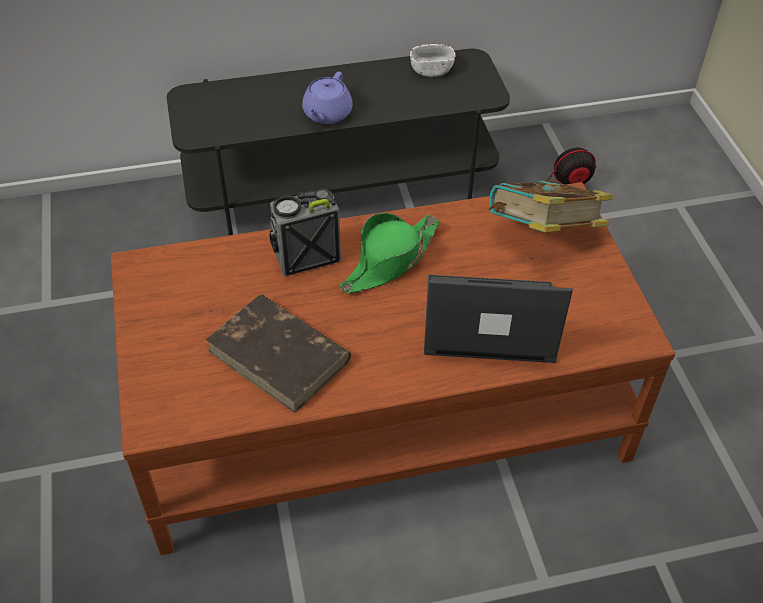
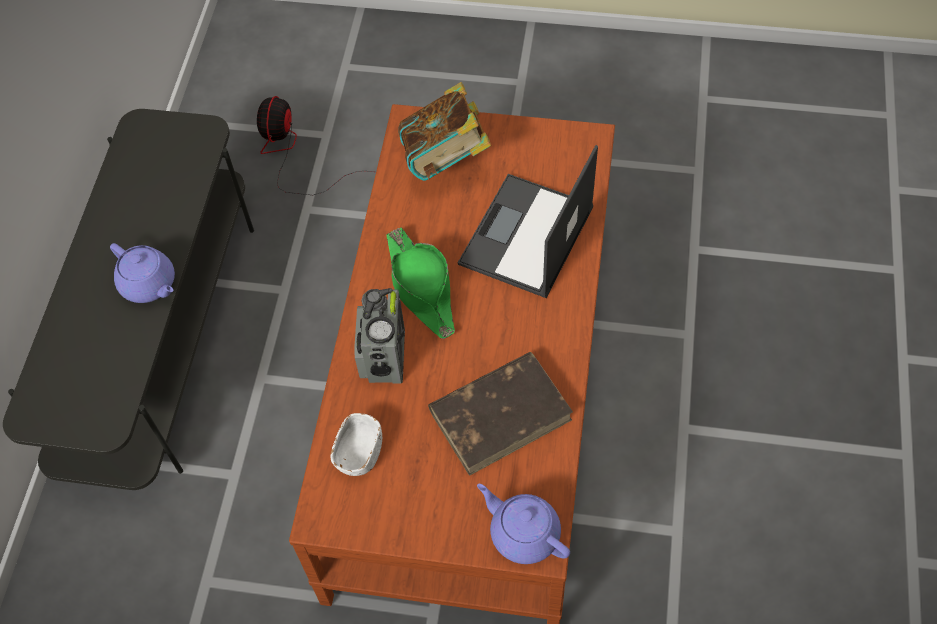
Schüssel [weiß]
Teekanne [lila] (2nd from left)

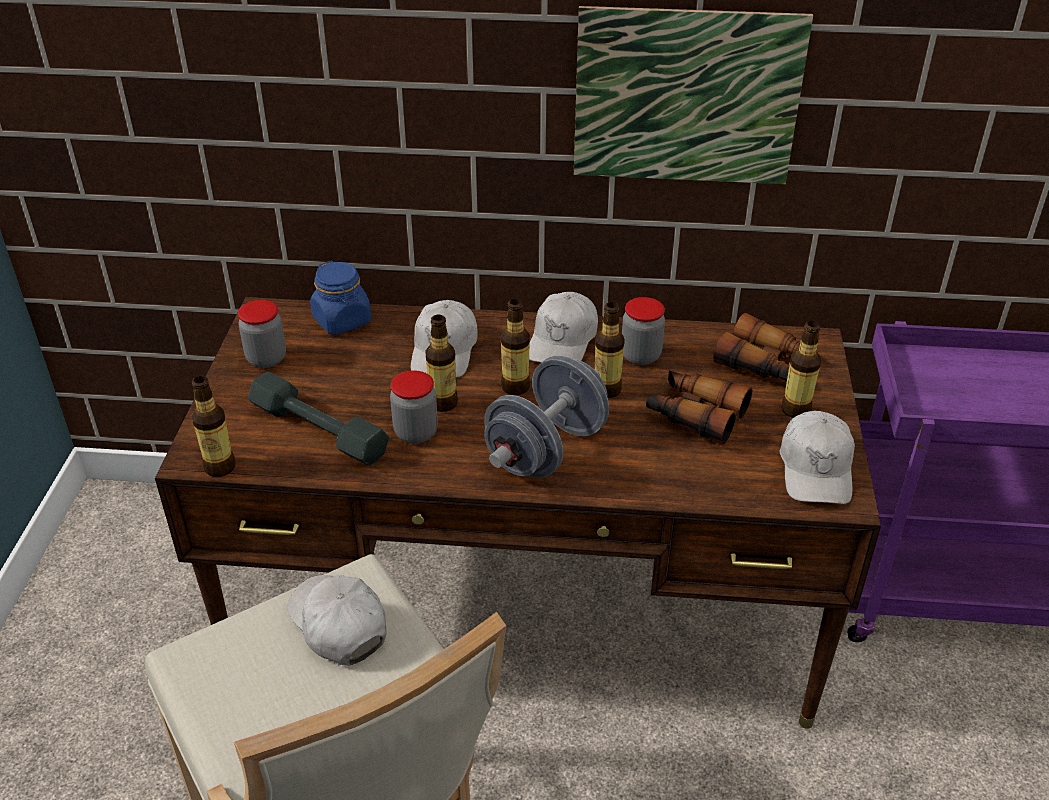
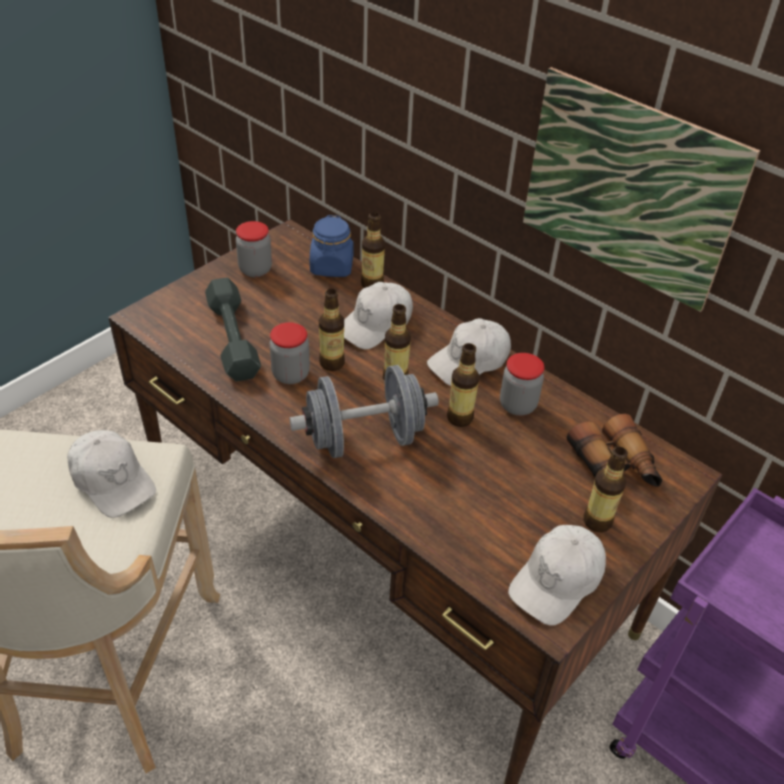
Flasche (2nd from left)
Kappe [weiß] (1st from left)
Fernglas (1st from left in the first image)

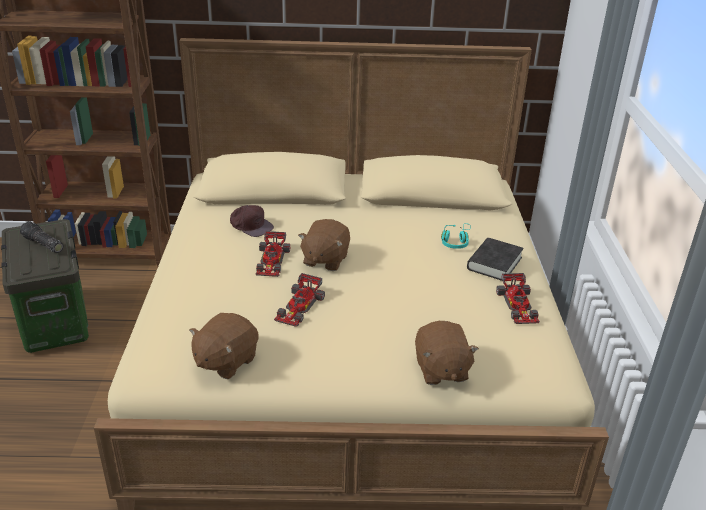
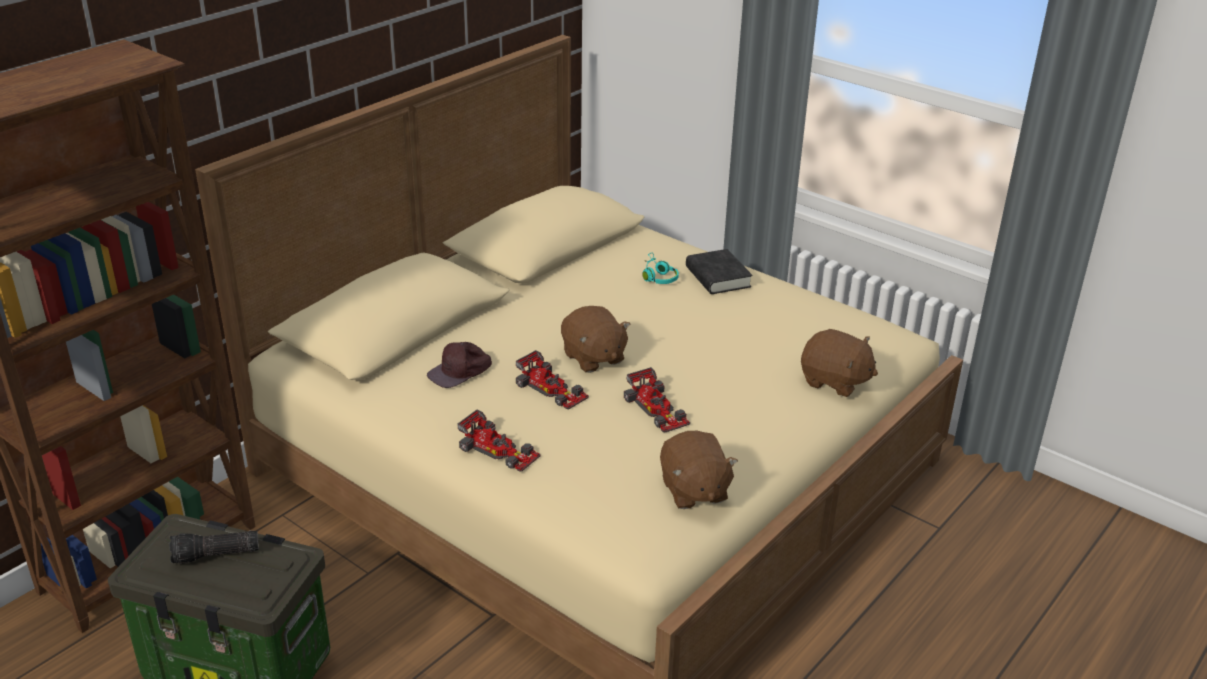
Kappe [braun]
Spielzeugauto (1st from left)

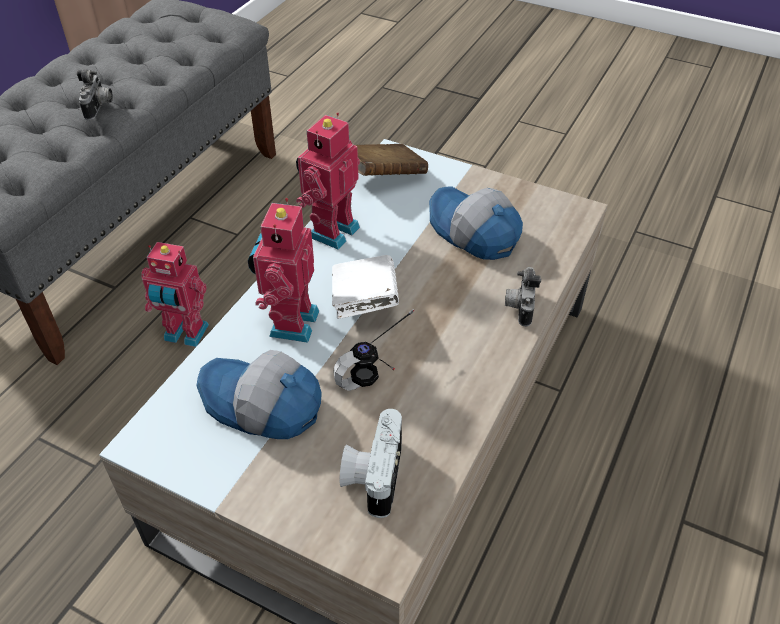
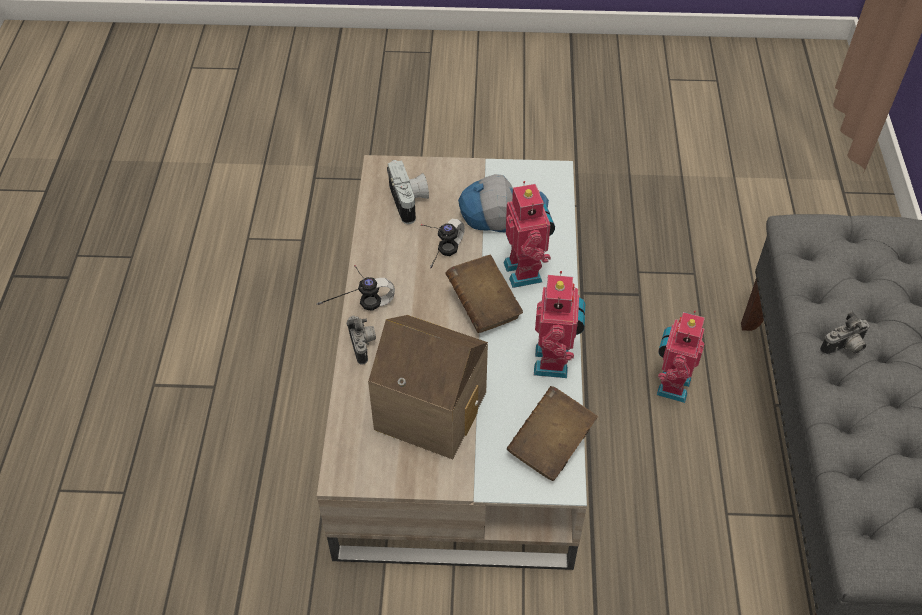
Kamera (3rd from left)
Spielzeugroboter (3rd from left)
Buch [braun] (1st from left)
Spielzeughaus
Kopfhörer (1st from left)

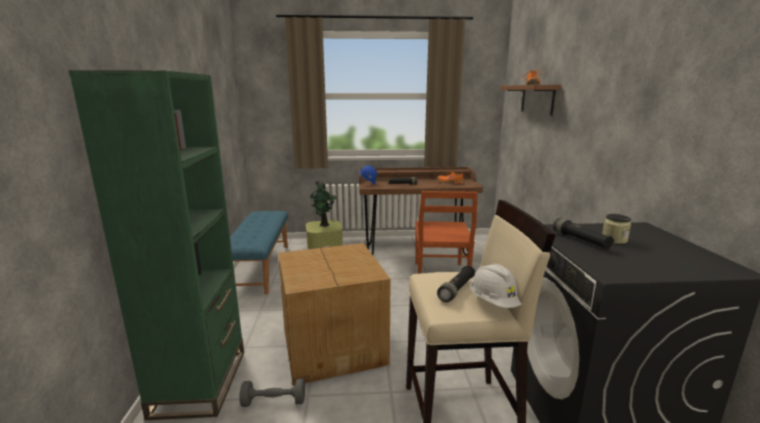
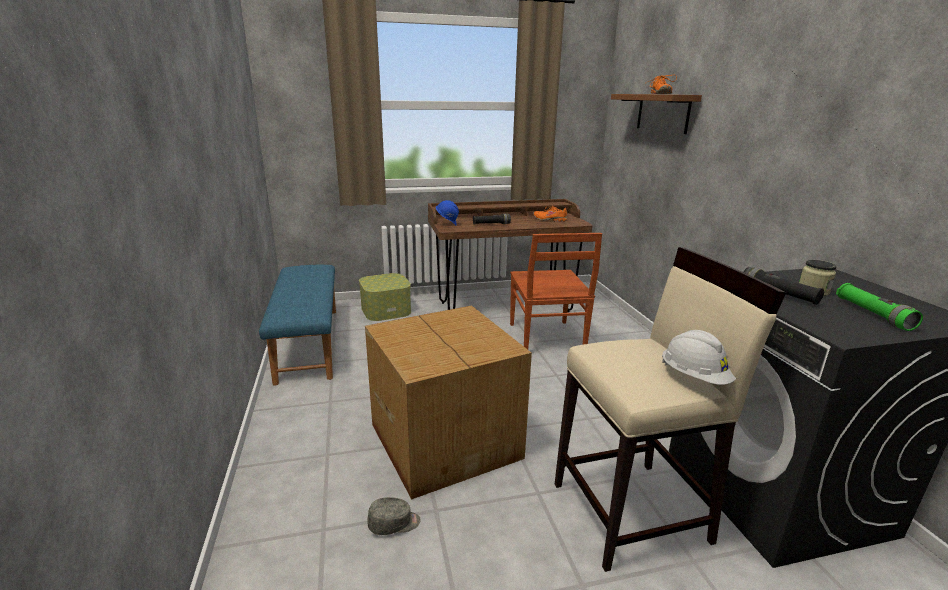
Bücherregal [grün]
Kappe [grau]
Topfpflanze
Taschenlampe [schwarz] (2nd from left in the first image)
Taschenlampe [grün]

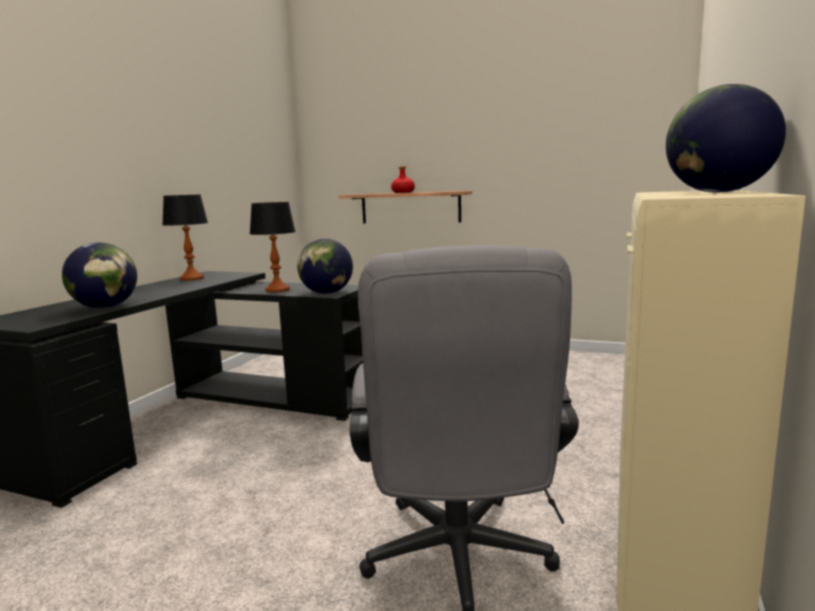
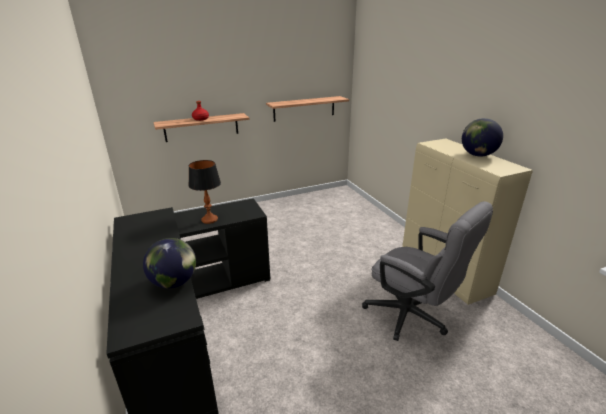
Tischlampe (1st from left in the first image)
Globus (2nd from left in the first image)
Wandregal (2nd from left)

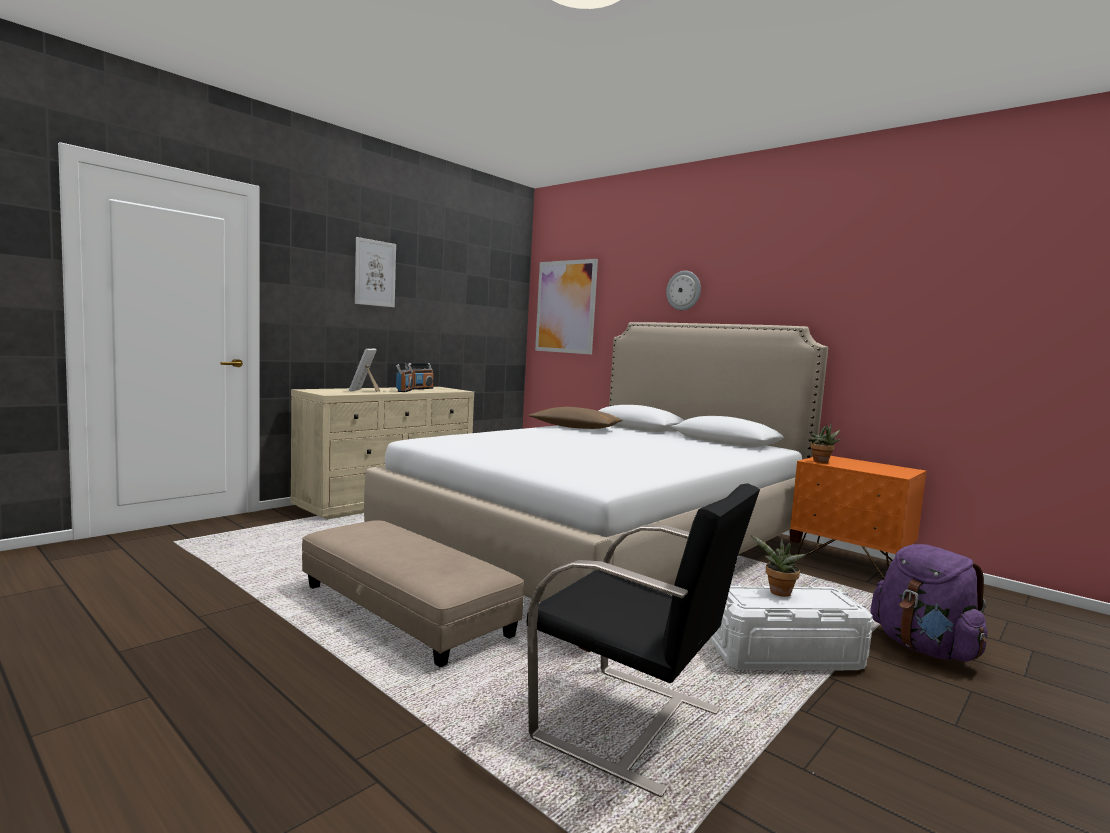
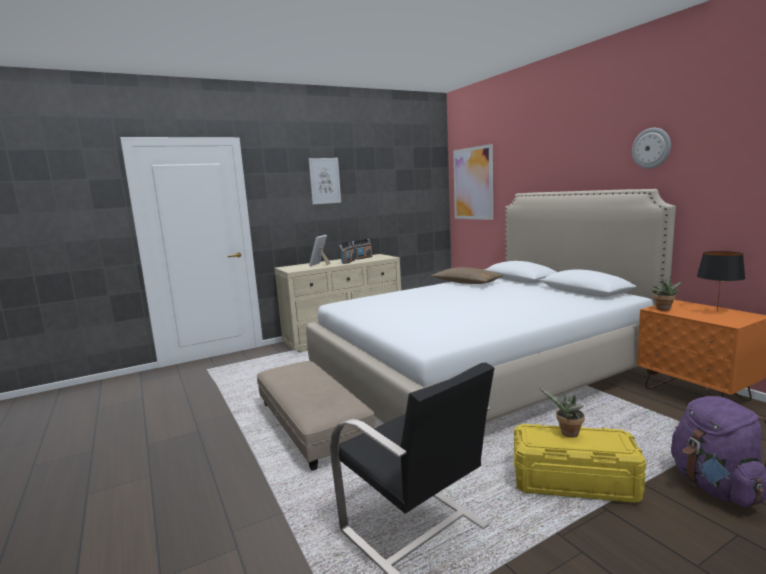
Wanduhr
Aufbewahrungsbox [gelb]
Tischlampe [schwarz]

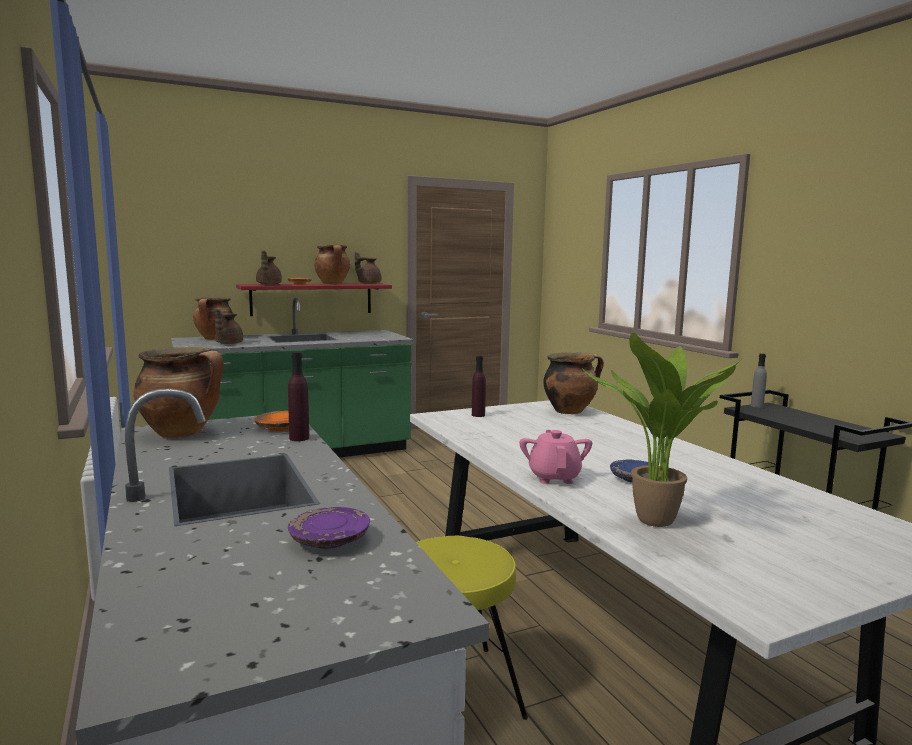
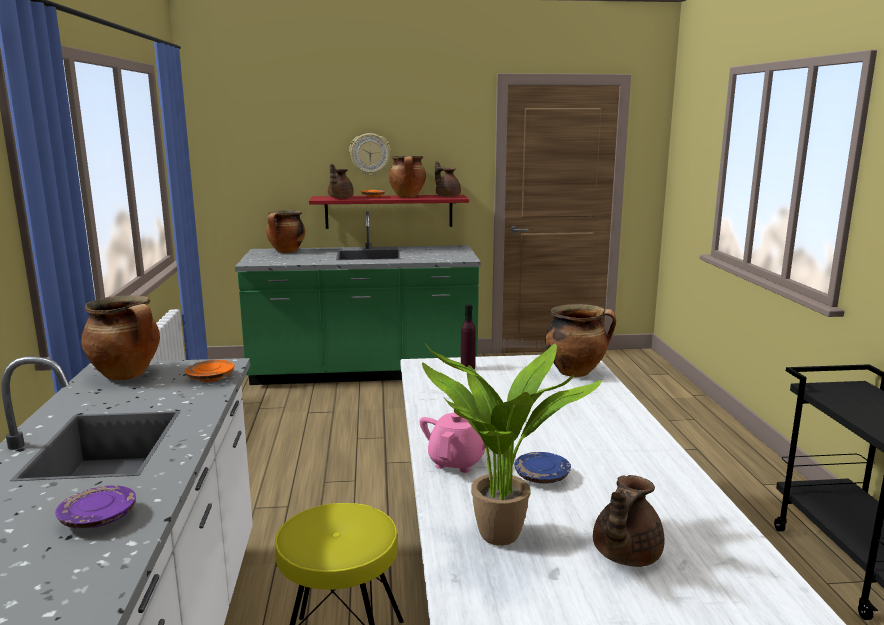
Teekanne [braun] (3rd from left)
Flasche [lila] (1st from left in the first image)
Flasche [grau]
Wanduhr

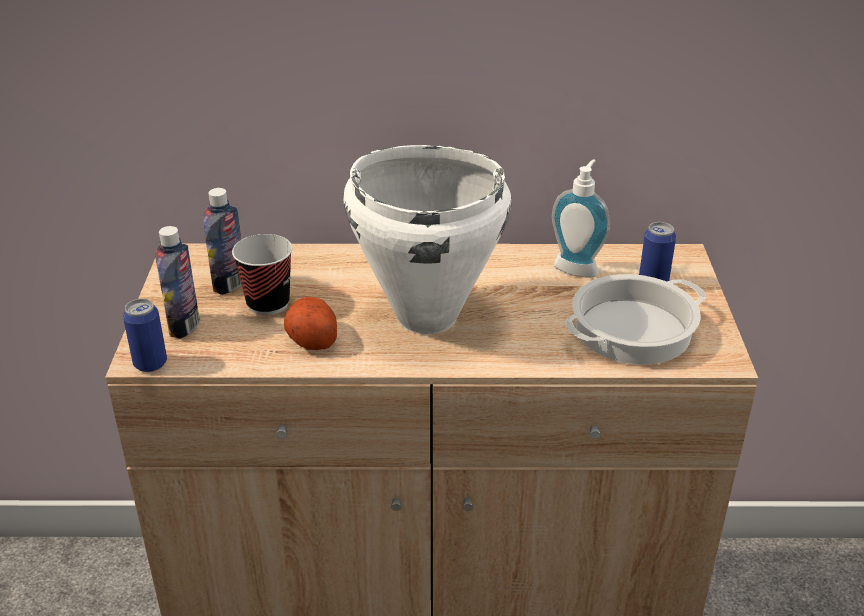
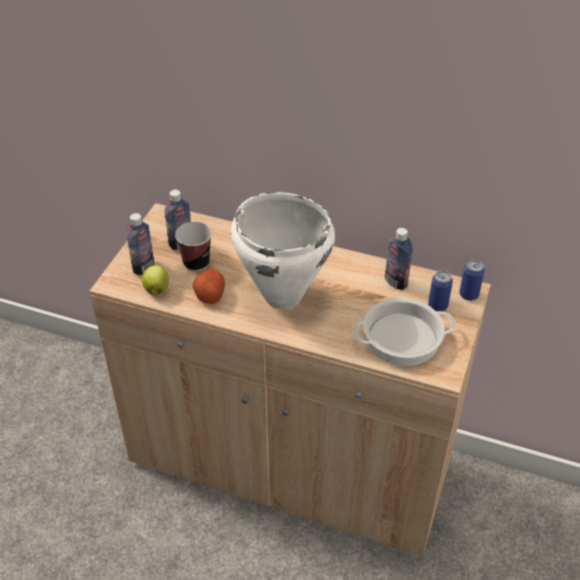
Dose (2nd from left)
Flasche (3rd from left)
Apfel

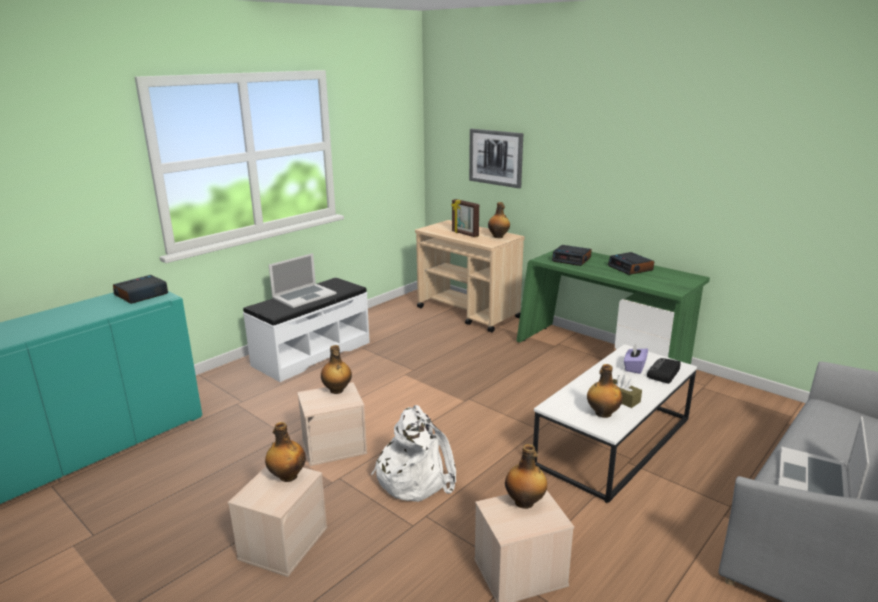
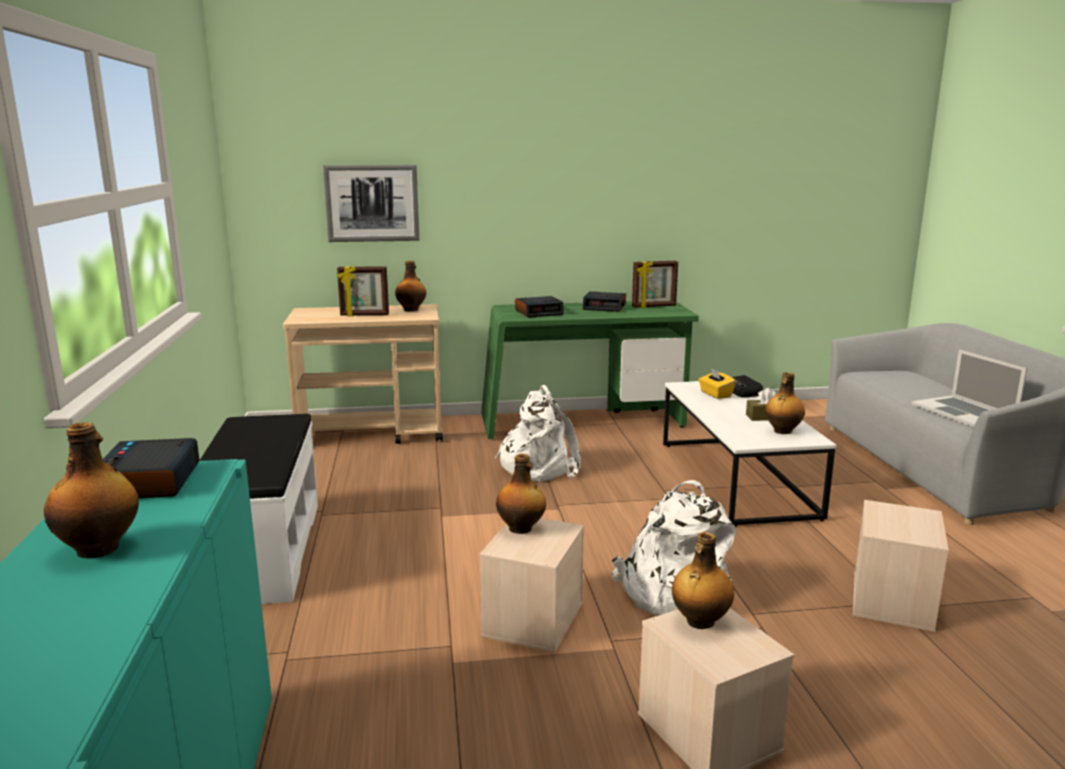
Laptop (1st from left in the first image)
Flasche (1st from left)
Taschentuchbox [gelb]
Rucksack [weiß] (1st from left)
Bilderrahmen (2nd from left)

